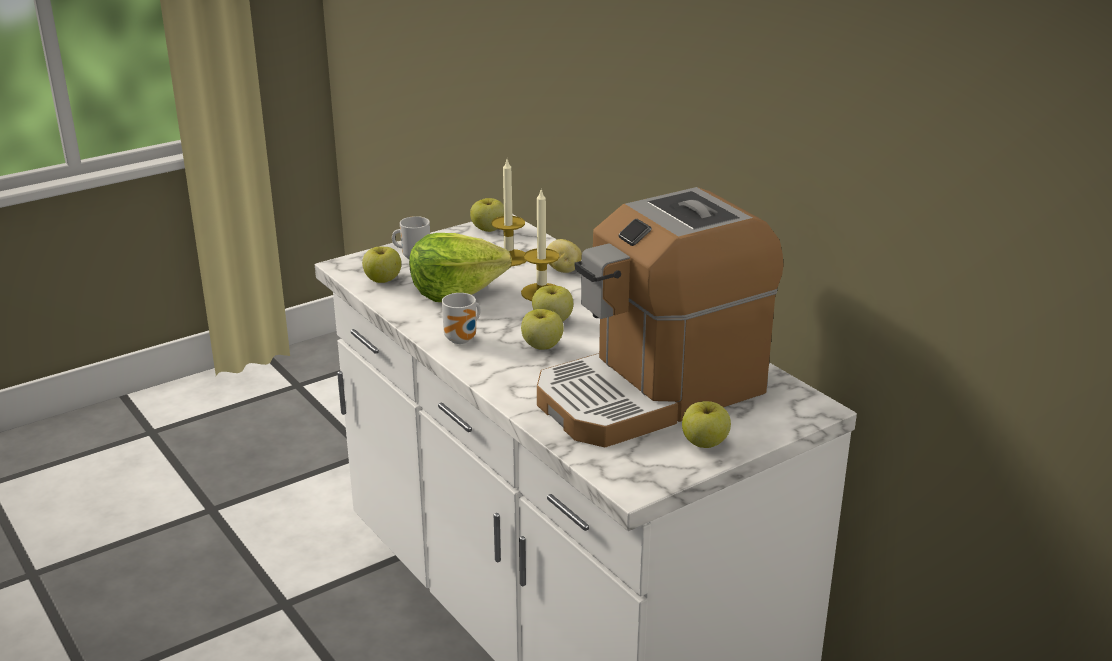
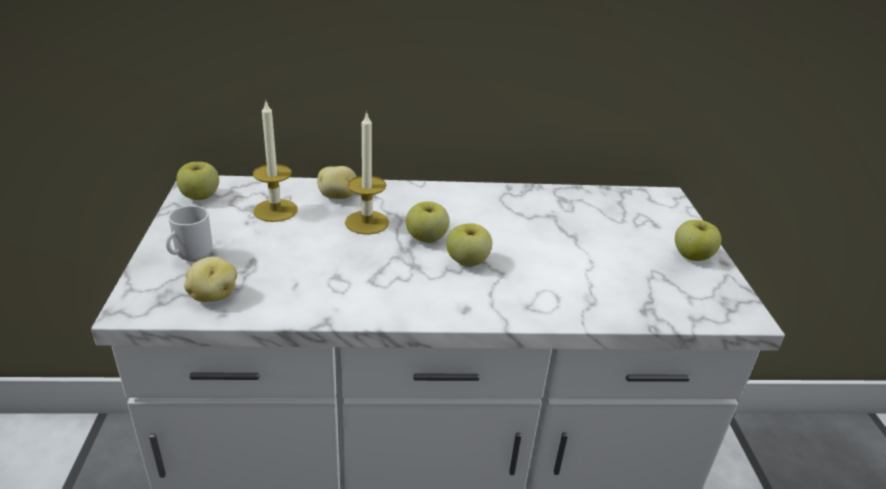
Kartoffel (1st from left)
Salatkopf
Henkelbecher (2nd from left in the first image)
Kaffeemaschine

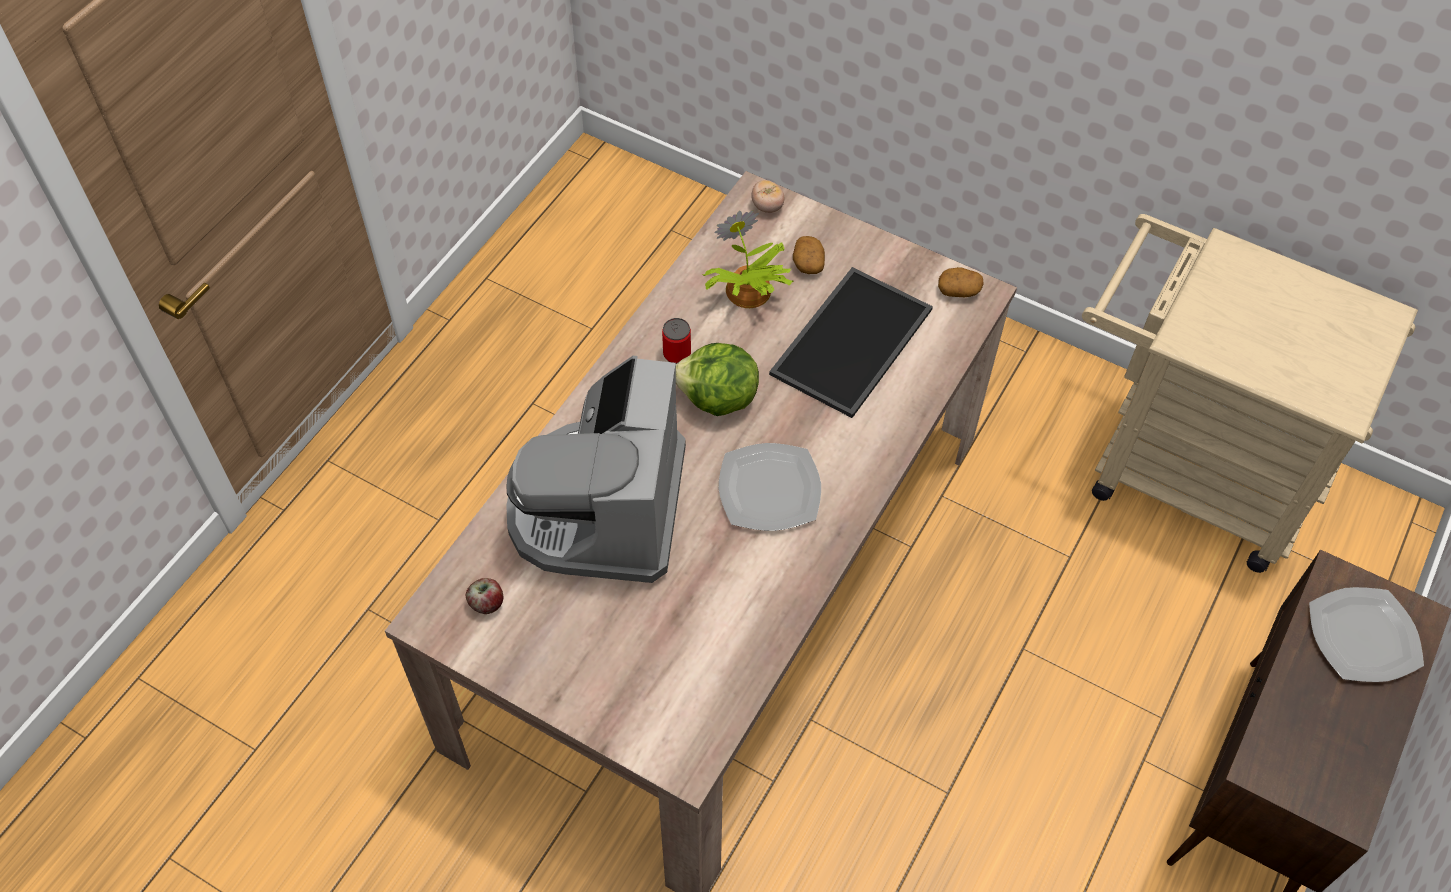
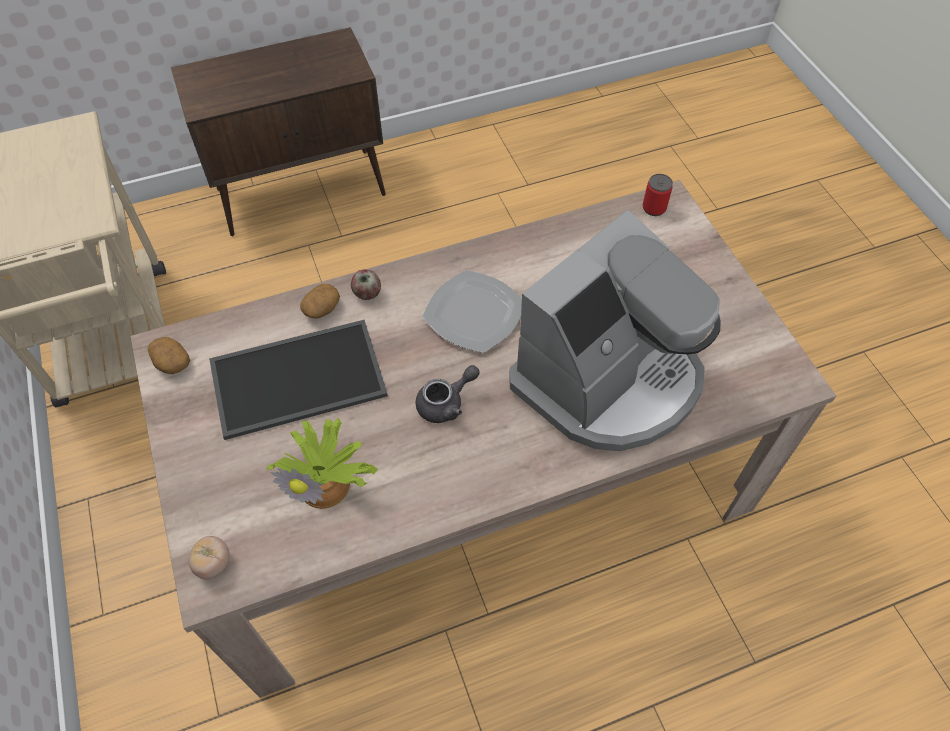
Apfel
Dose
Teekanne [grau]
Kartoffel (2nd from left)
Teller (2nd from left in the first image)

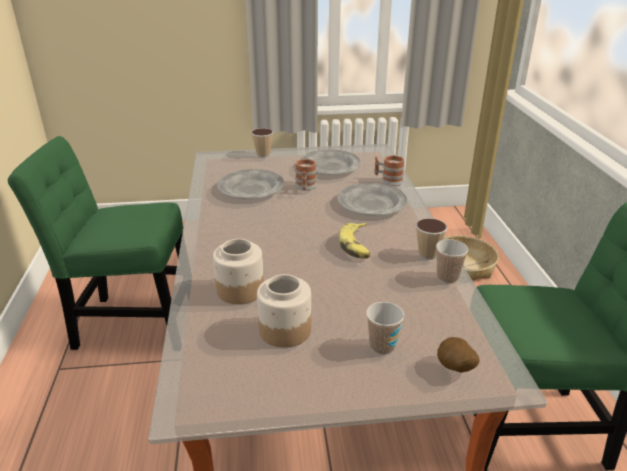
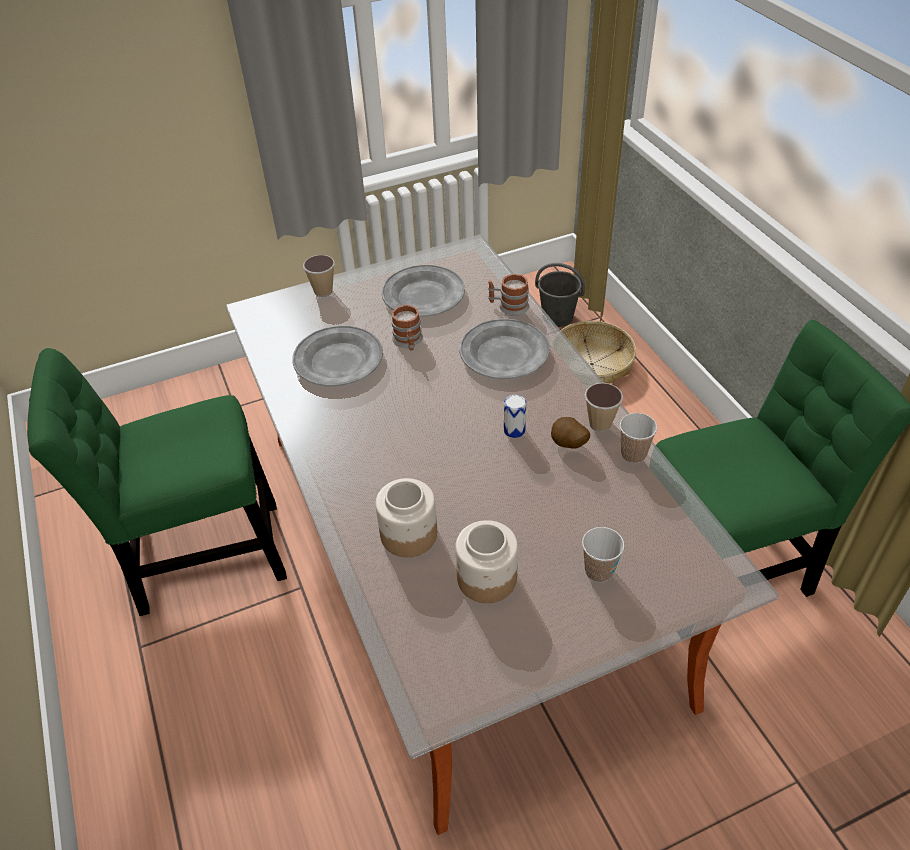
Dose
Kartoffel
Eimer [grau]

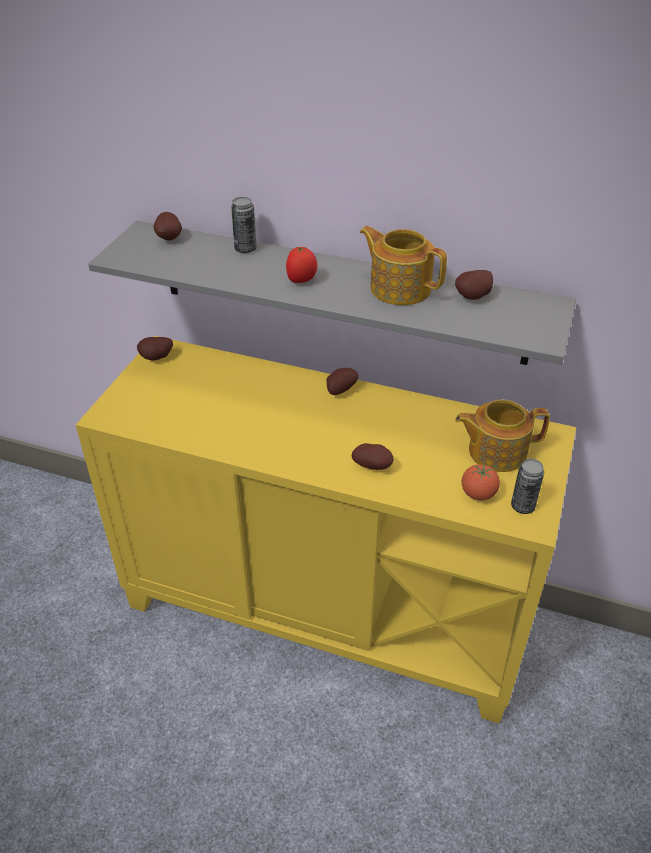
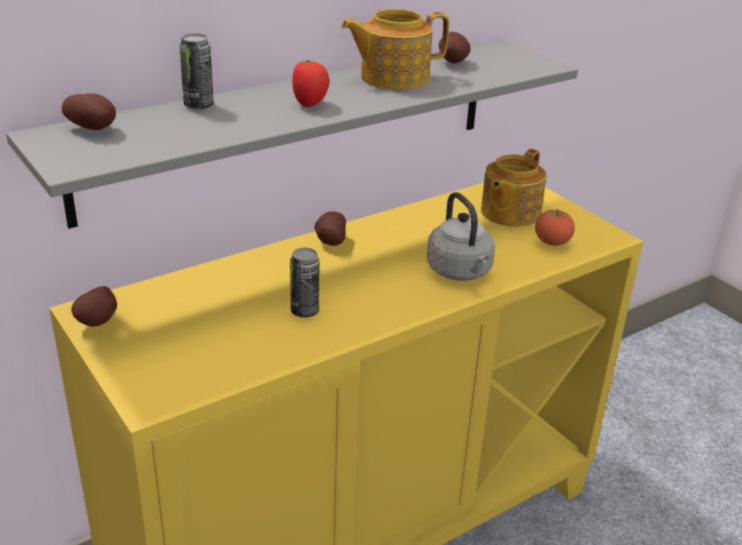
Wasserkessel [grau]
Dose (2nd from left)

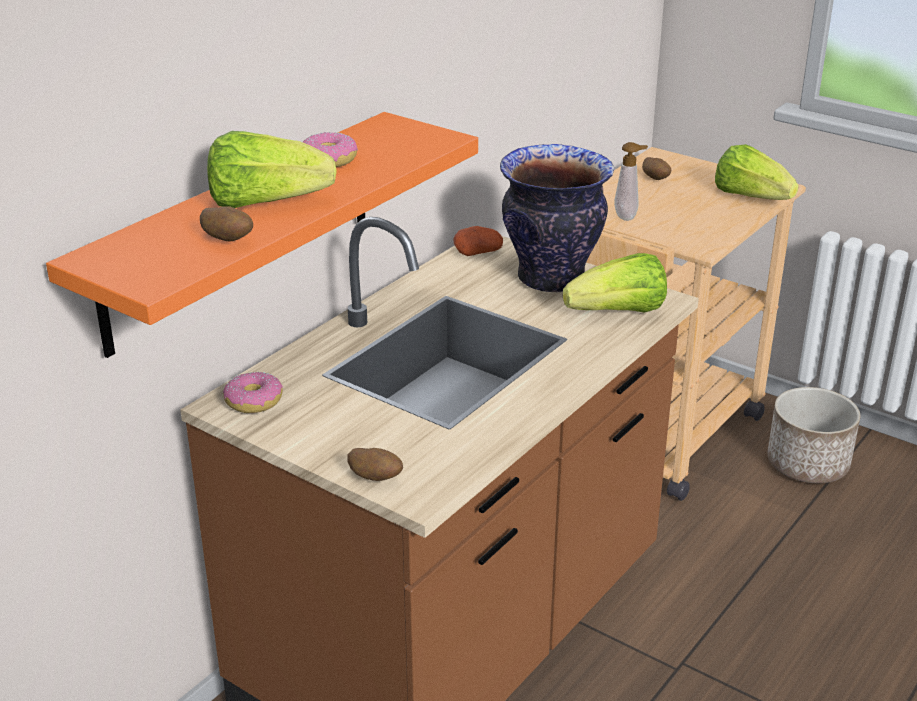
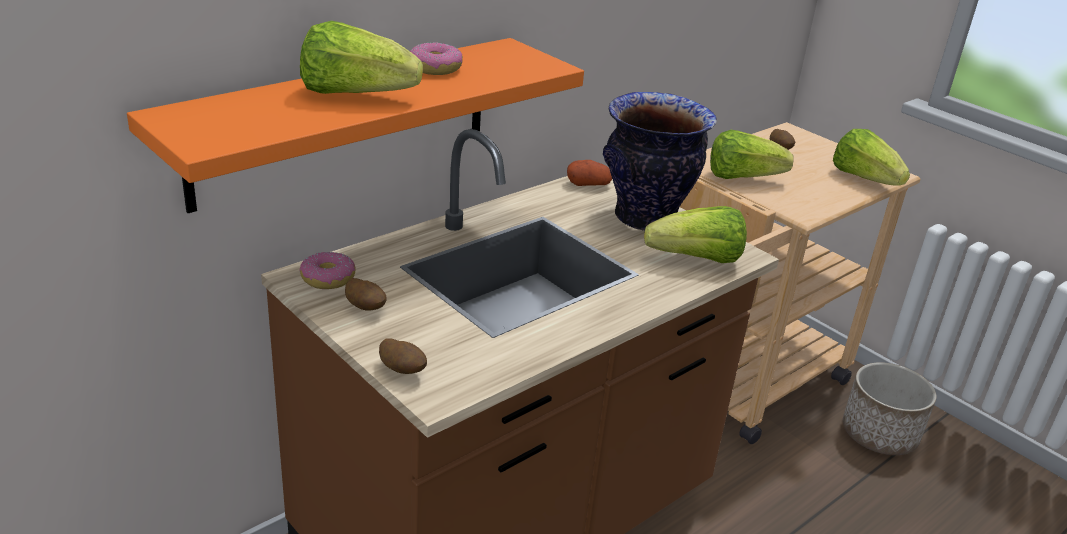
Kartoffel (1st from left)
Salatkopf (3rd from left)

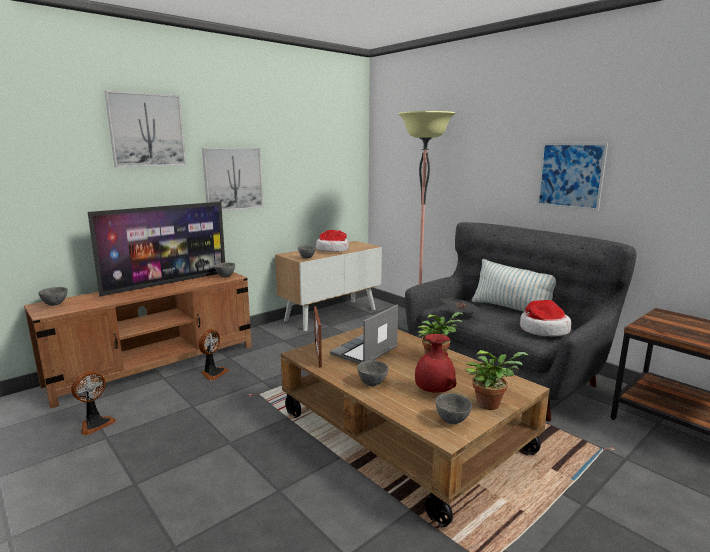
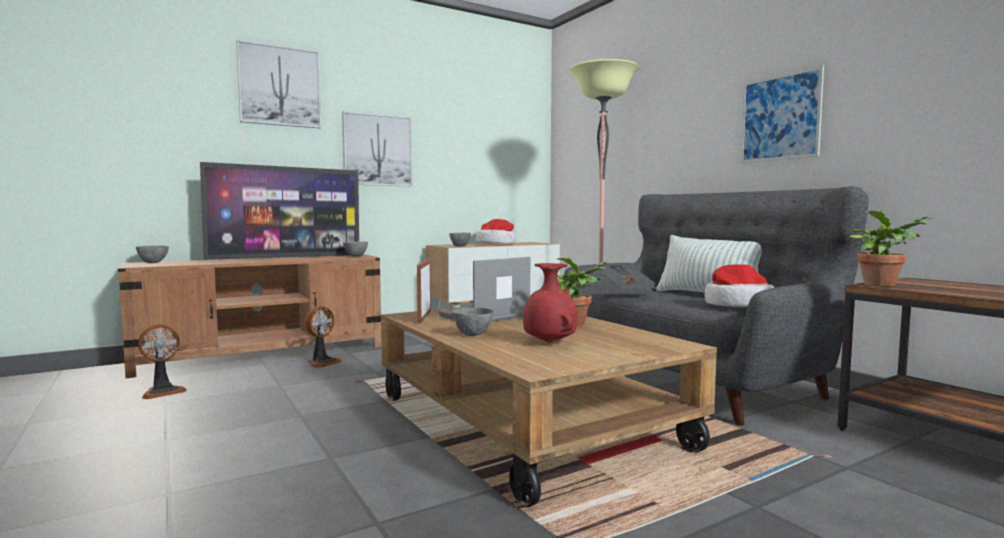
Schüssel [grau] (5th from left in the first image)
Topfpflanze (2nd from left)

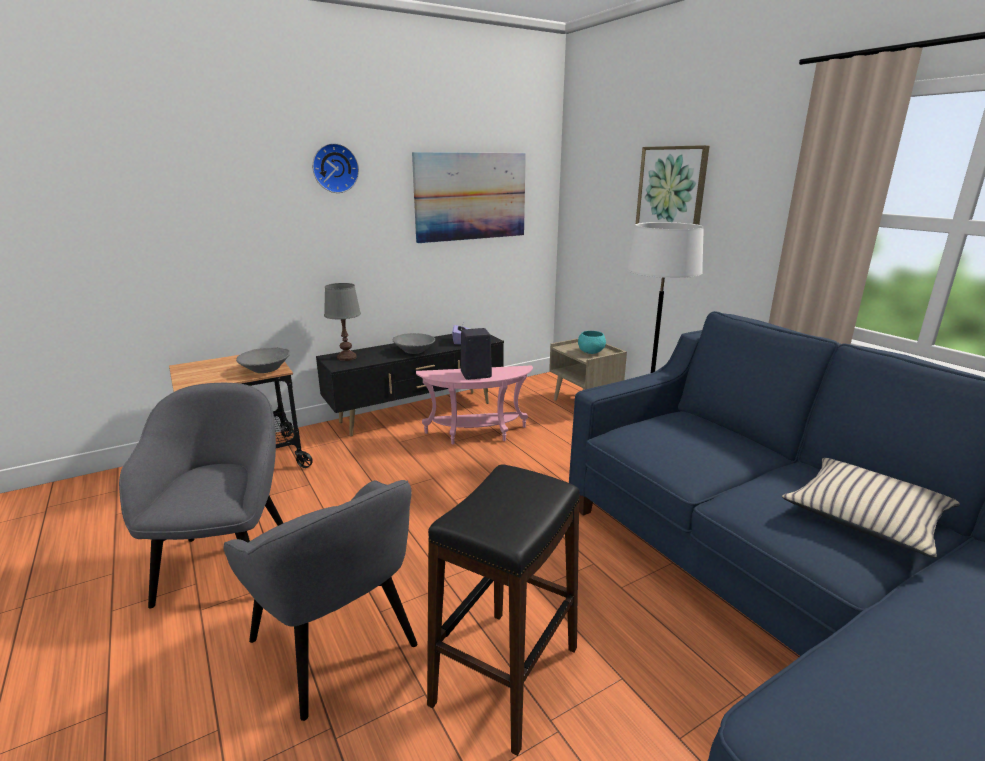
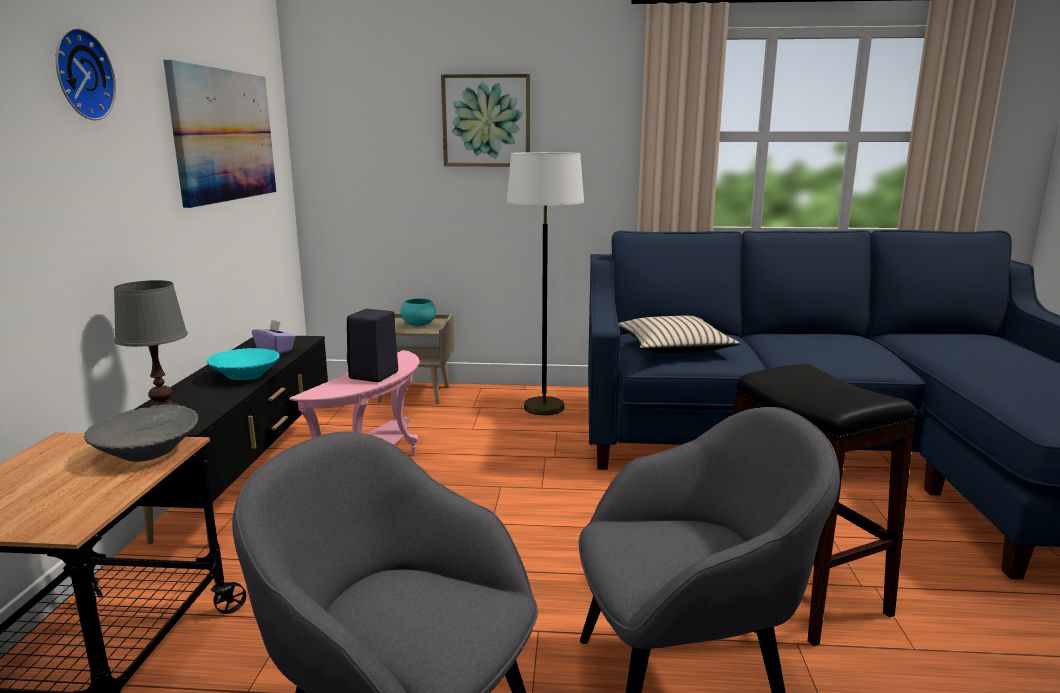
Schüssel [türkis] (1st from left)
Kissen [beige]

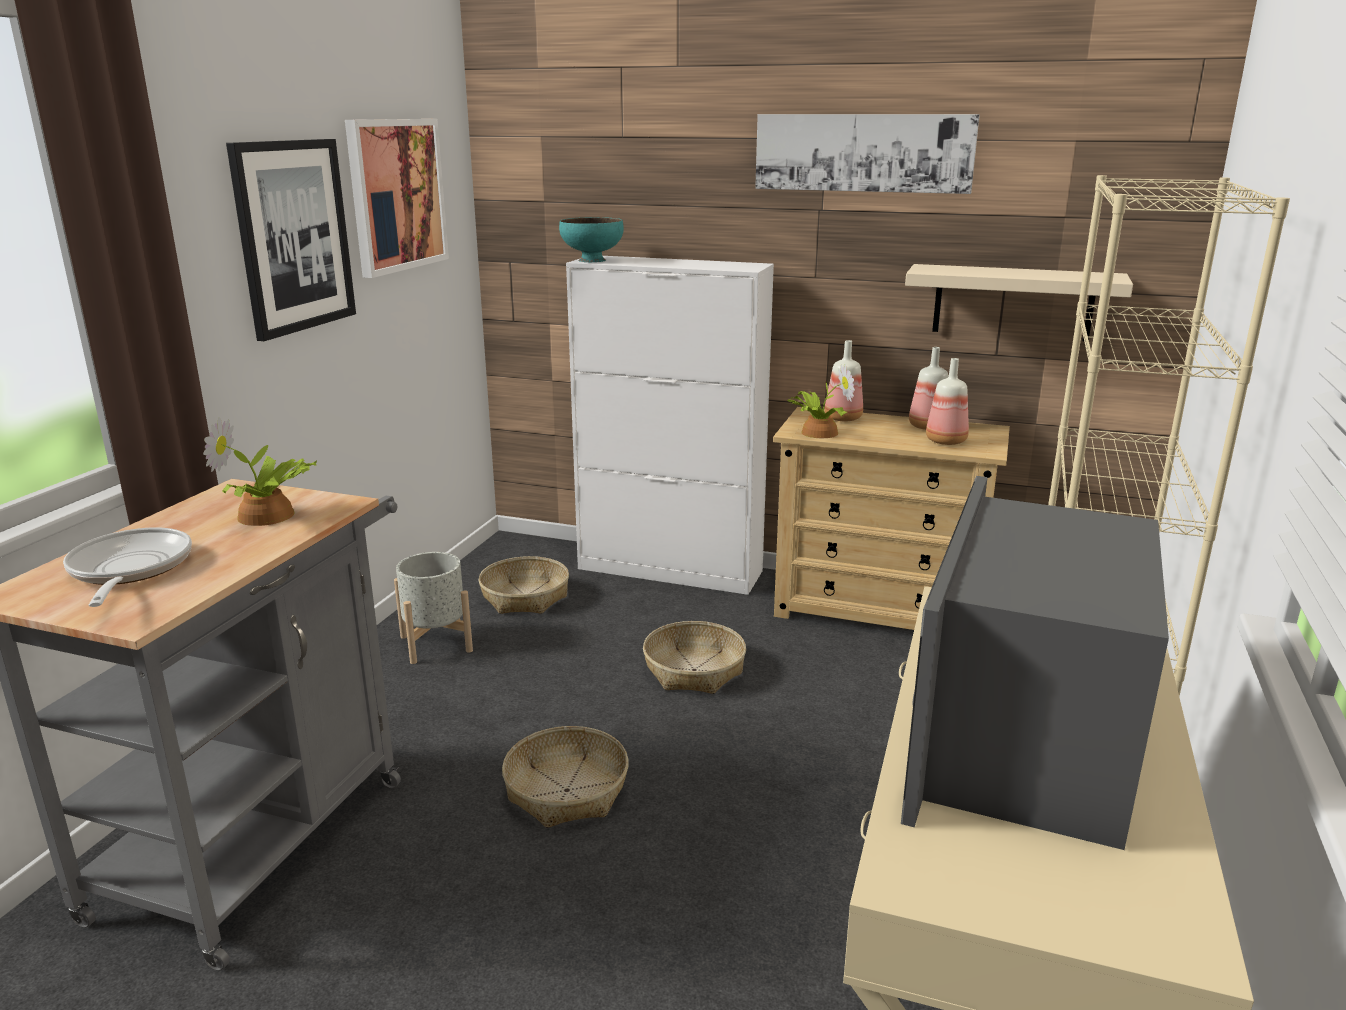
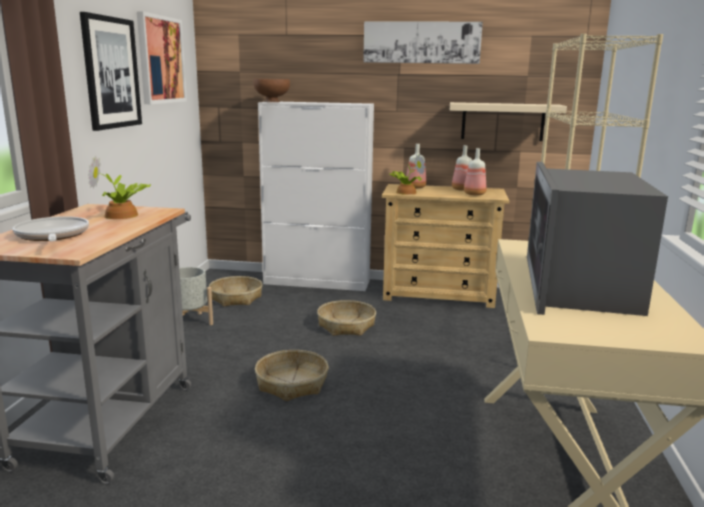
Schüssel [braun]

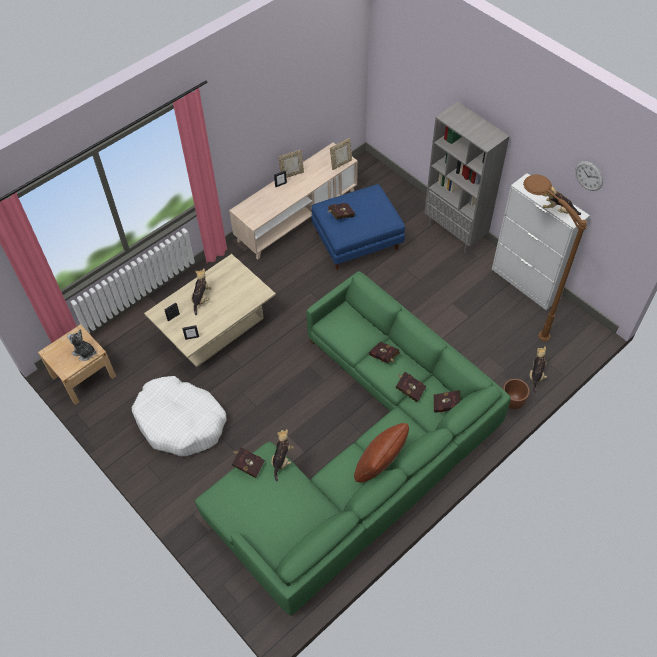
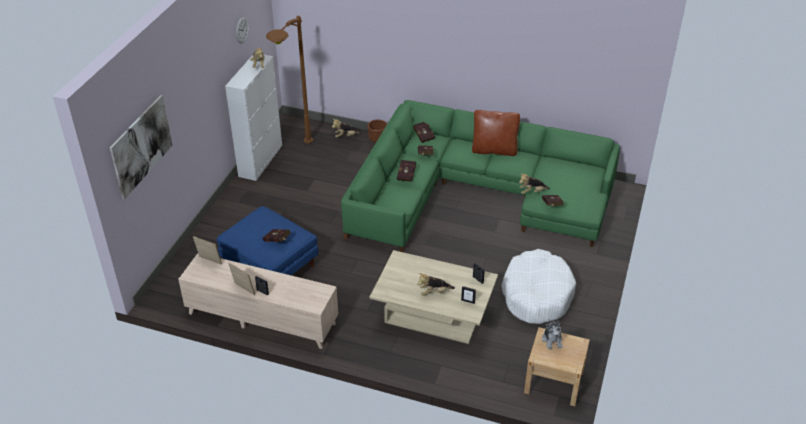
Bücherregal [grau]
Bild

